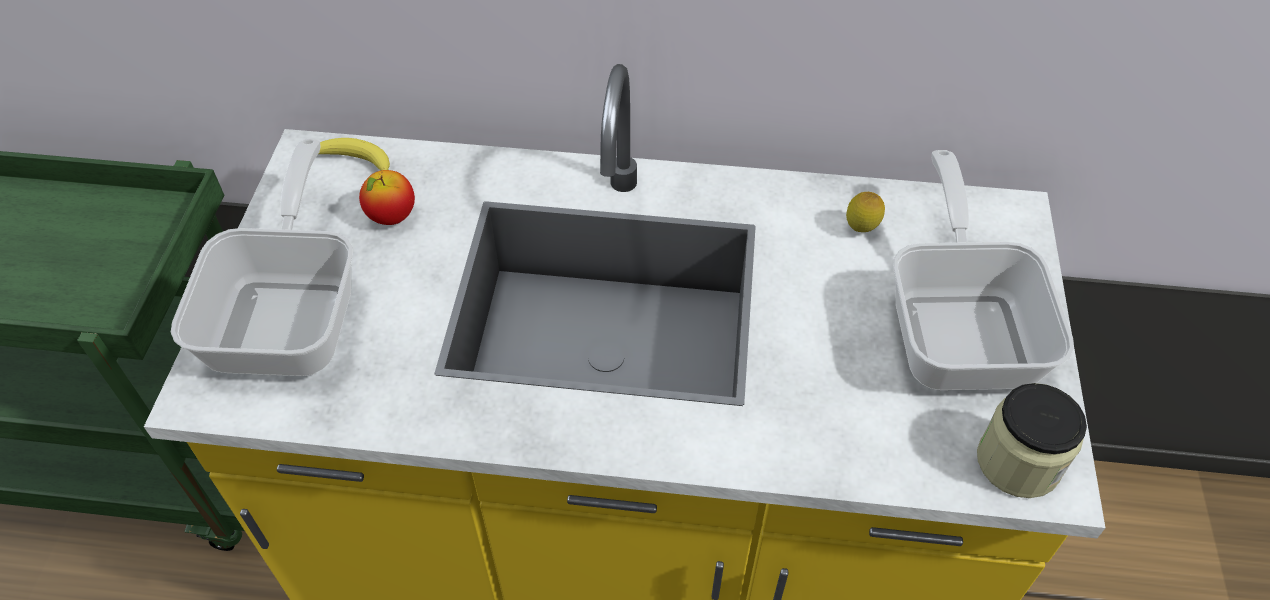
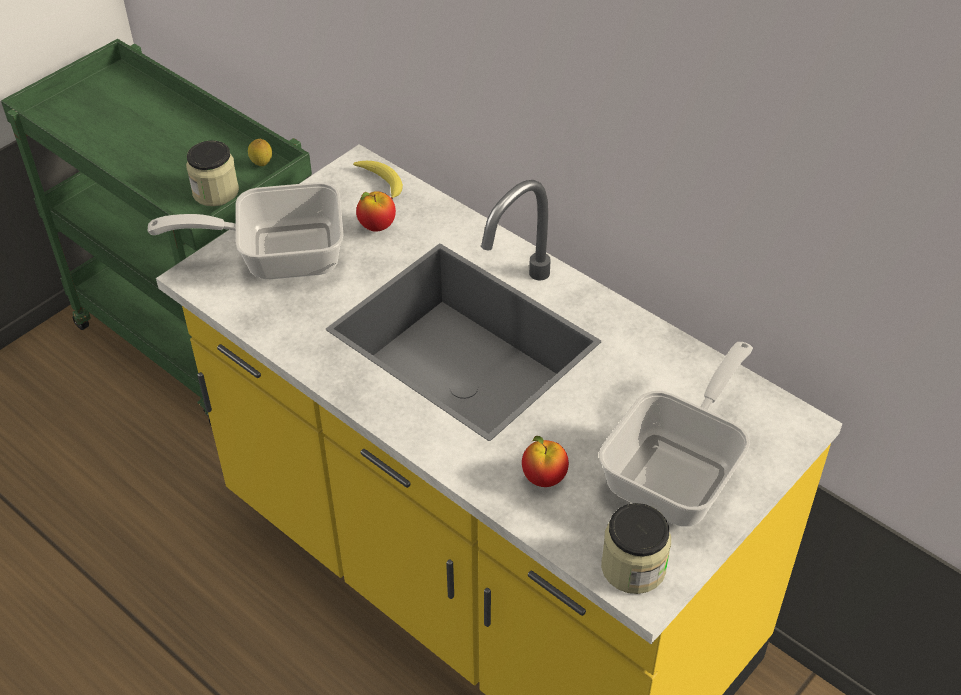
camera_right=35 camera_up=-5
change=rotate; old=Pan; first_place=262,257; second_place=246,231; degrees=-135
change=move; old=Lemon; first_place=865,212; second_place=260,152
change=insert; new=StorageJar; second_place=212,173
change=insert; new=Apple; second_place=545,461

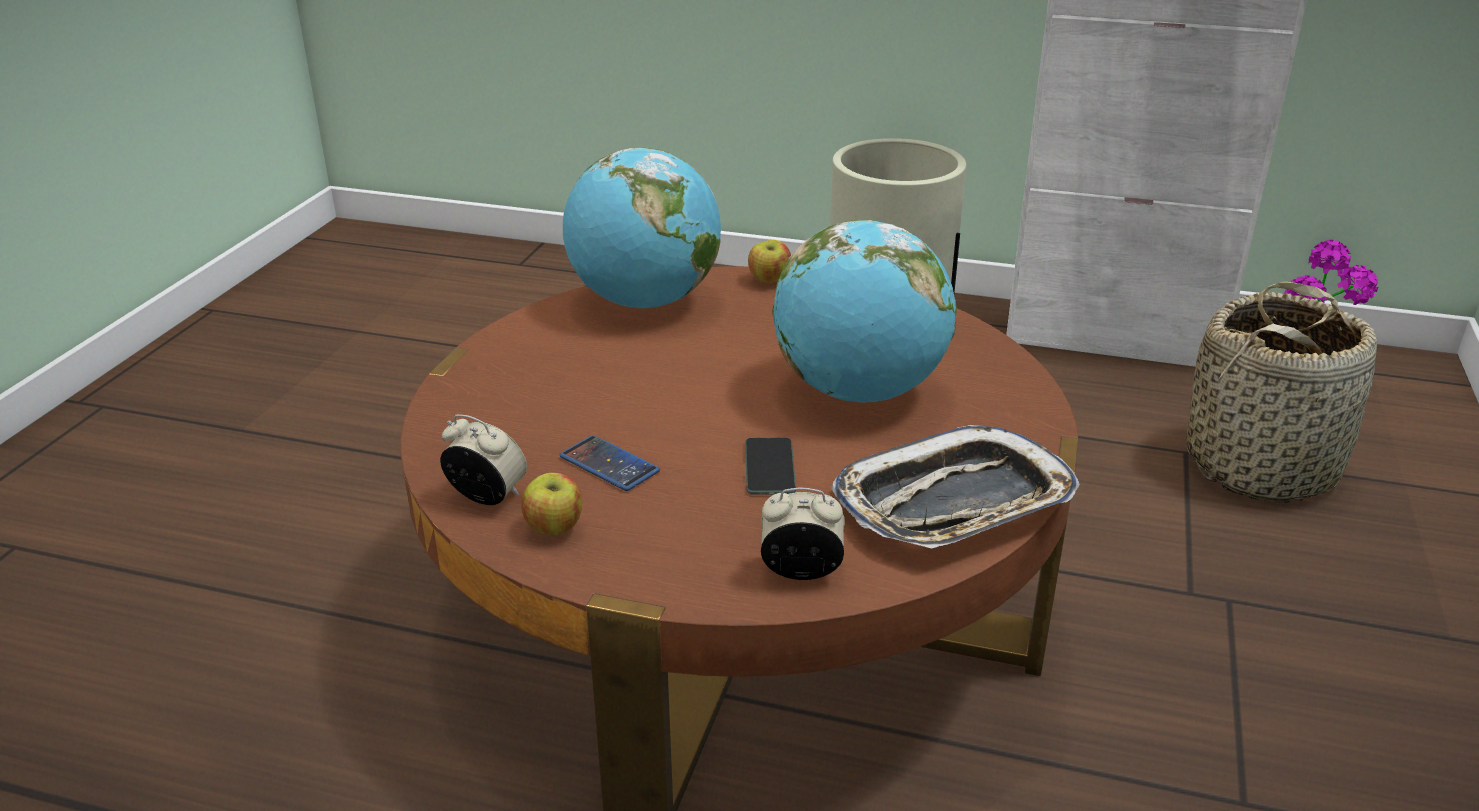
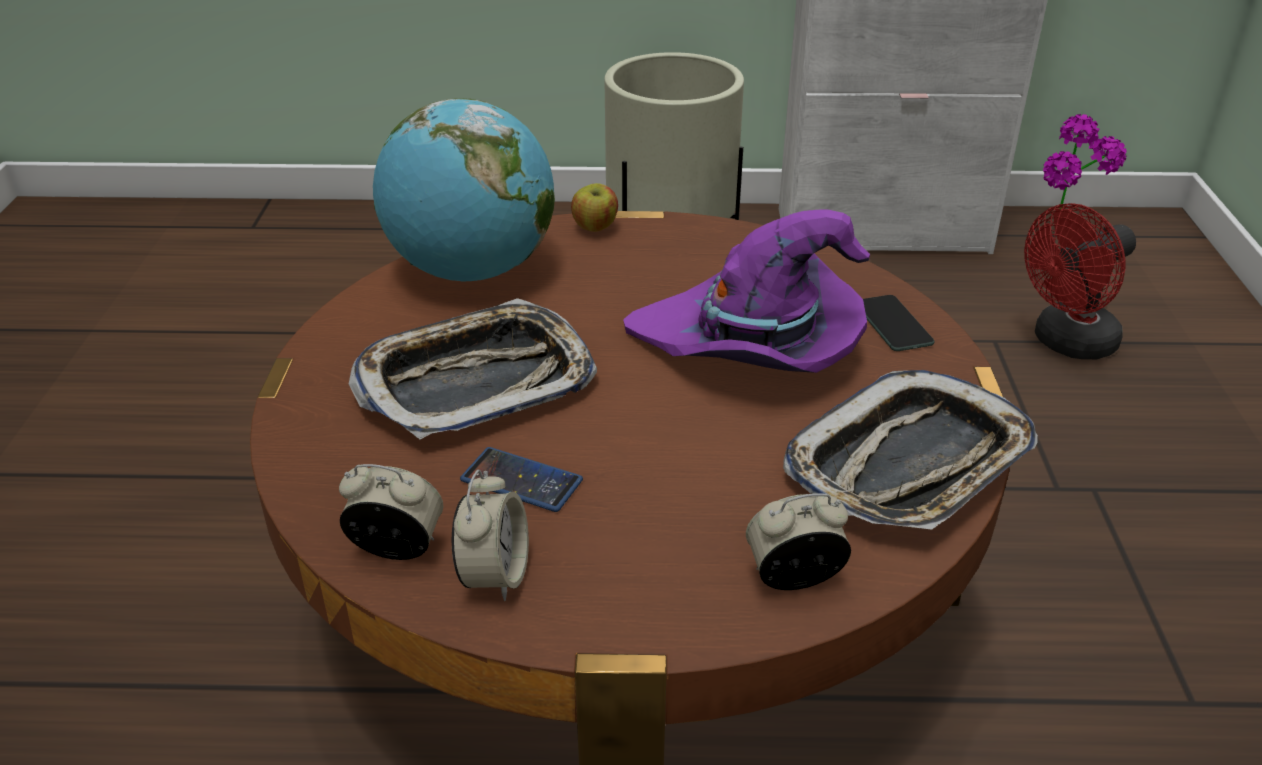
camera_right=-15 camera_up=5
change=replace; old=DeskGlobe; new=PurplishHat; first_place=865,311; second_place=746,291
change=replace; old=Basket; new=ReddishFan; first_place=1281,392; second_place=1080,281
change=move; old=Telephone; first_place=770,466; second_place=898,323
change=replace; old=Apple; new=BedsideClock; first_place=551,504; second_place=490,535
change=insert; new=CarryingTray; second_place=473,368

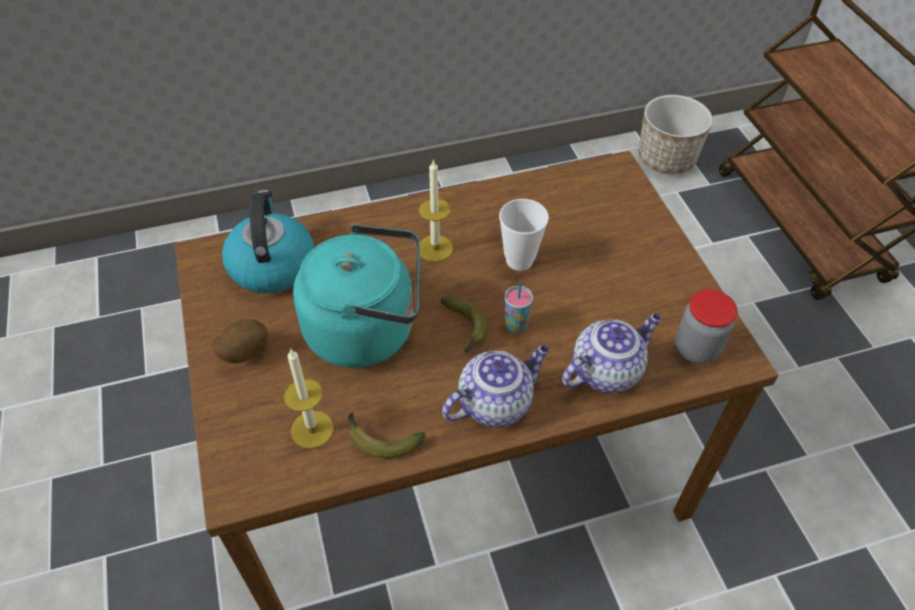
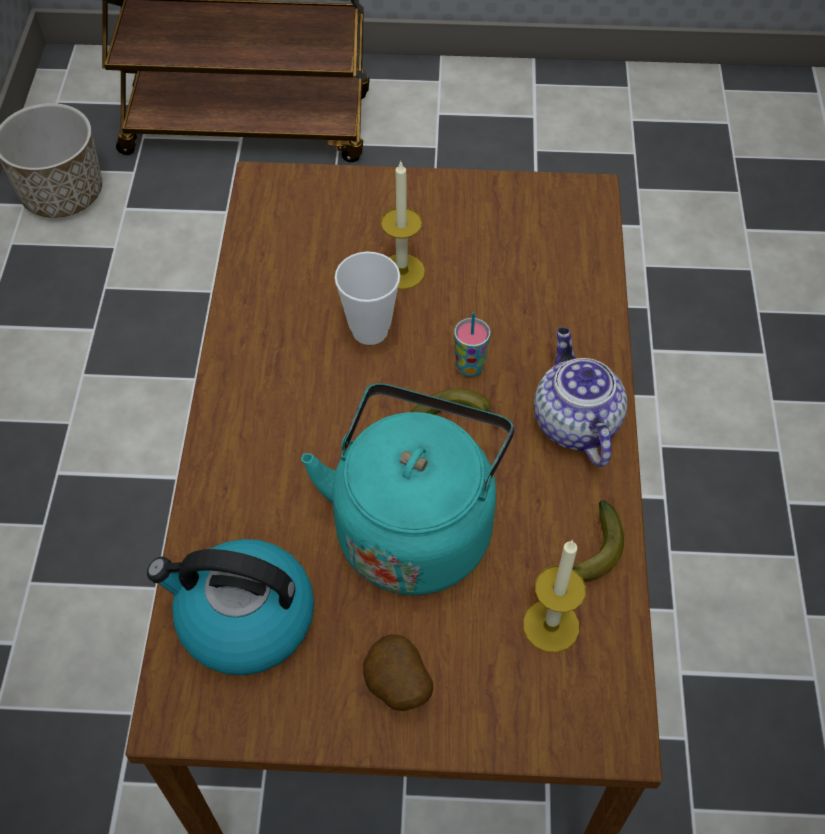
camera_right=-70 camera_up=5
change=move; old=WaxLight; first_place=435,210; second_place=403,225
change=delete; old=StorageJar; first_place=706,326
change=delete; old=TeaPot; first_place=612,353

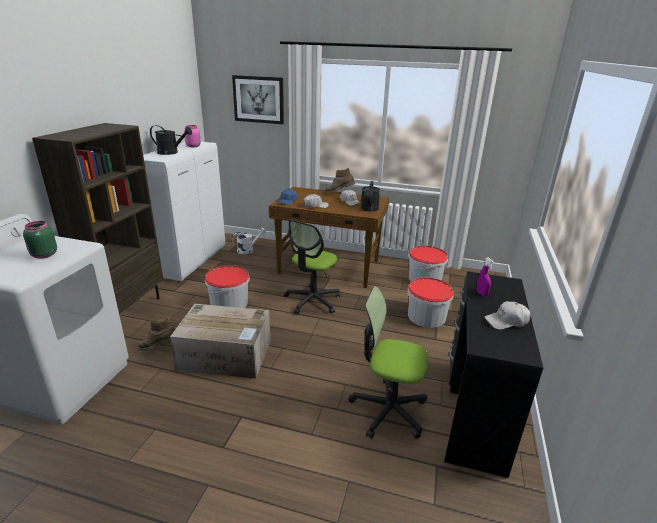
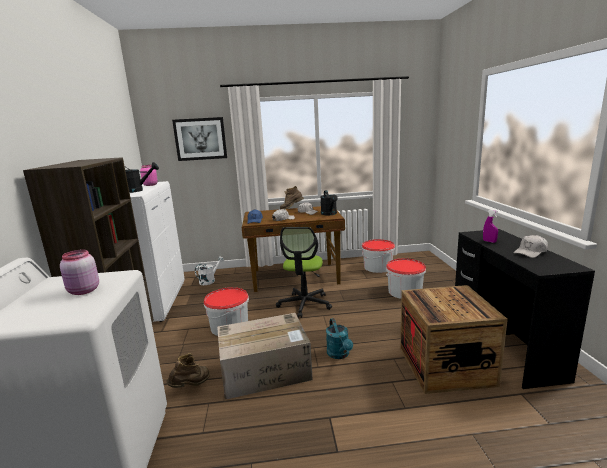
camera_right=-20 camera_up=-10
change=recolor; old=GreenishStorageJar; new=PinkStorageJar; first_place=40,240; second_place=79,272
change=replace; old=OfficeChair; new=ShippingCrate; first_place=388,362; second_place=454,339
change=rotate; old=BrownColouredTallBoot; first_place=156,334; second_place=188,370; degrees=150
change=insert; new=BlueGreenWateringPot; second_place=339,338

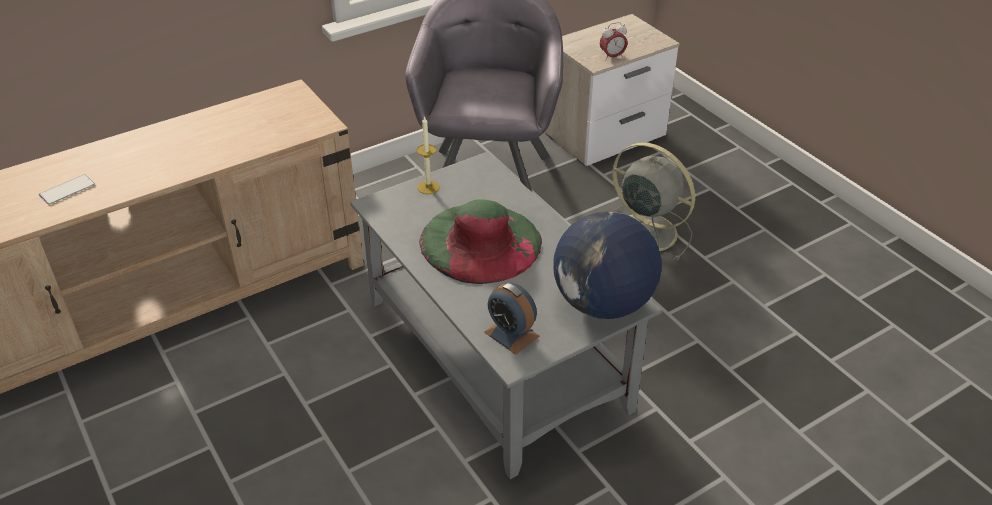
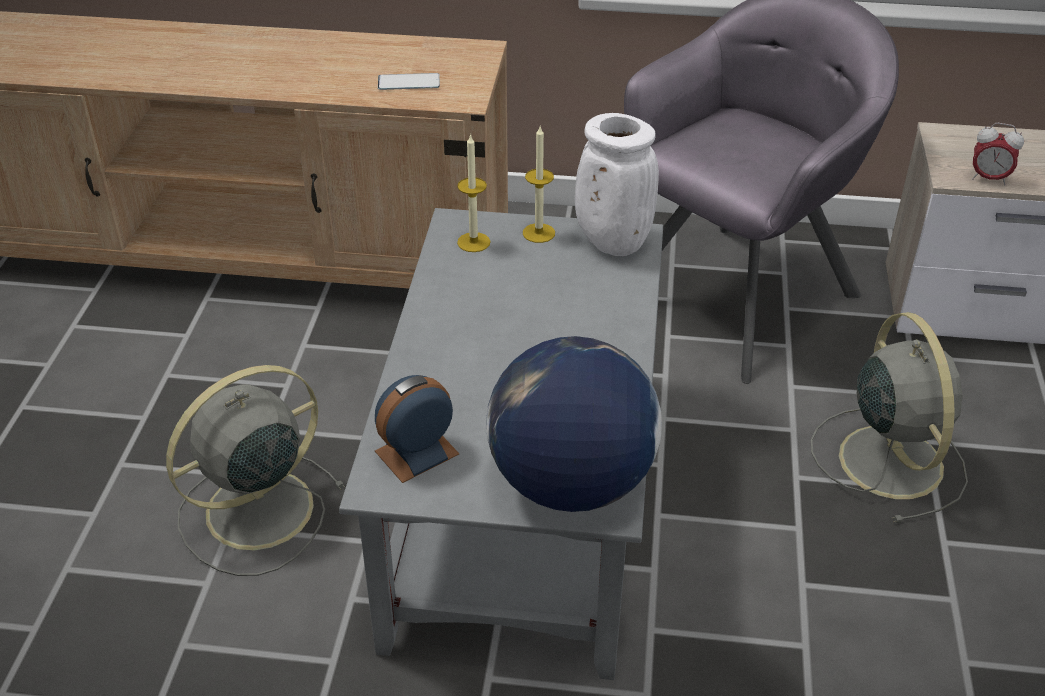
camera_right=40 camera_up=0
change=move; old=Telephone; first_place=67,189; second_place=409,81
change=delete; old=GreenishHat; first_place=480,241
change=rotate; old=BedsideClock; first_place=512,319; second_place=417,429; degrees=60
change=insert; new=WhiteDecorativeVase; second_place=617,184
change=insert; new=WaxLight; second_place=474,193
change=insert; new=GreyFan; second_place=255,470

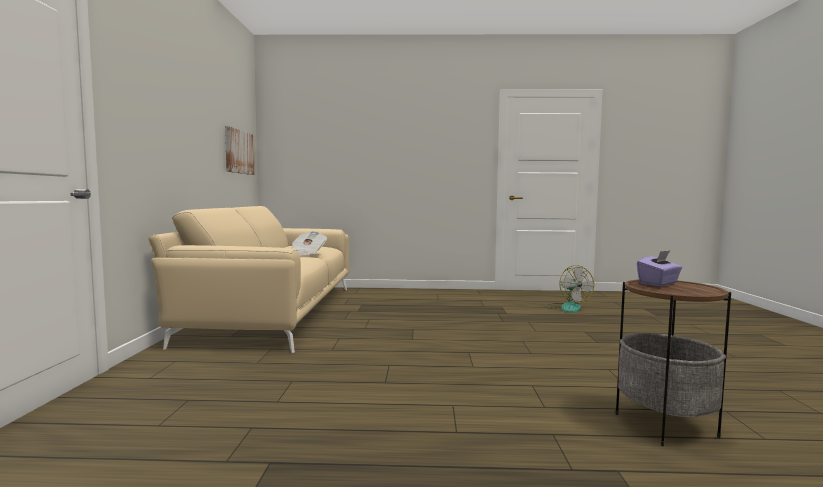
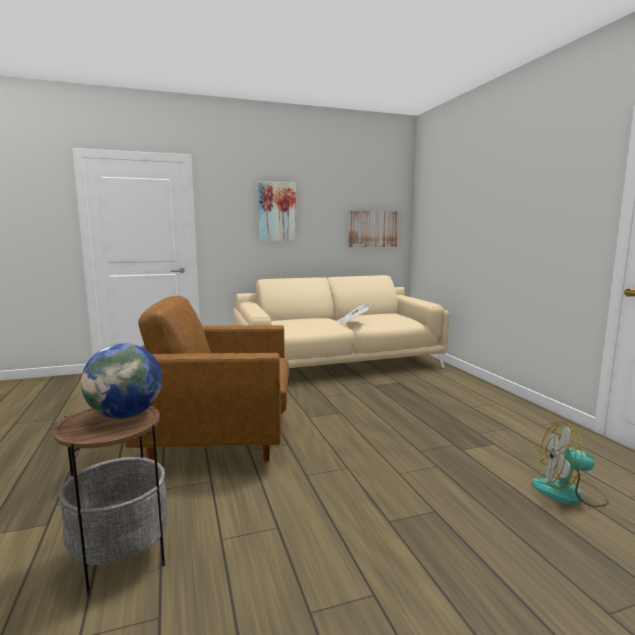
camera_right=70 camera_up=5
change=replace; old=PurplishTissueBox; new=DeskGlobe; first_place=659,268; second_place=121,381
change=rotate; old=Fan; first_place=569,289; second_place=570,464; degrees=45
change=insert; new=WallPicture; second_place=277,211
change=insert; new=BrownColouredLoungeChair; second_place=207,379

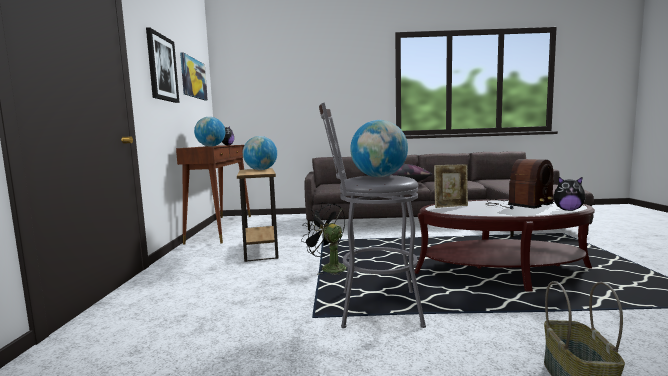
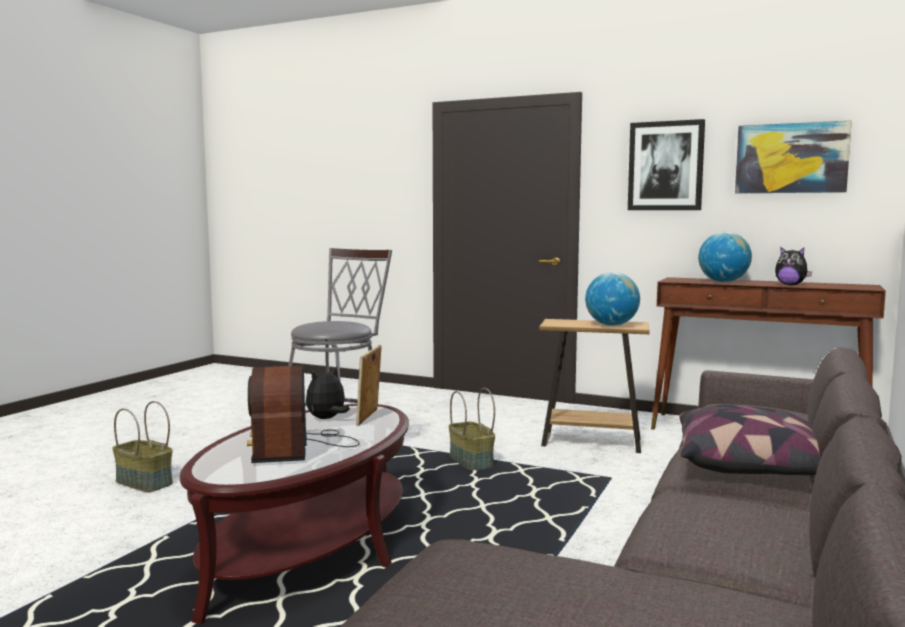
camera_right=115 camera_up=0
change=delete; old=DeskGlobe; first_place=379,148
change=move; old=PlushToy; first_place=570,194; second_place=328,392
change=replace; old=BlackFan; new=Basket; first_place=324,238; second_place=472,429

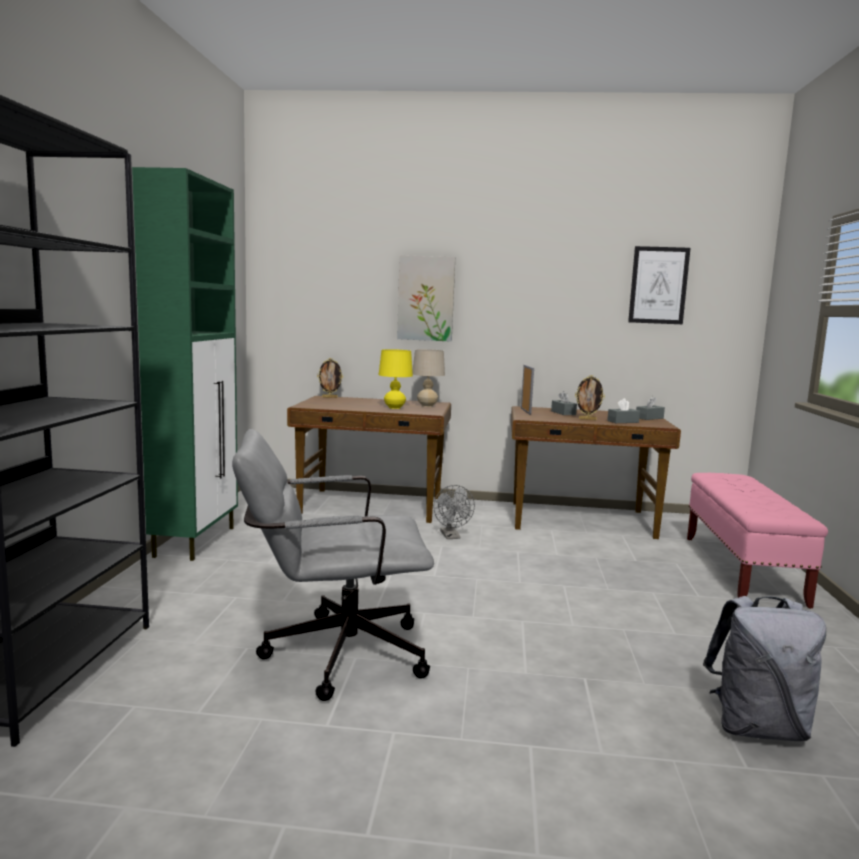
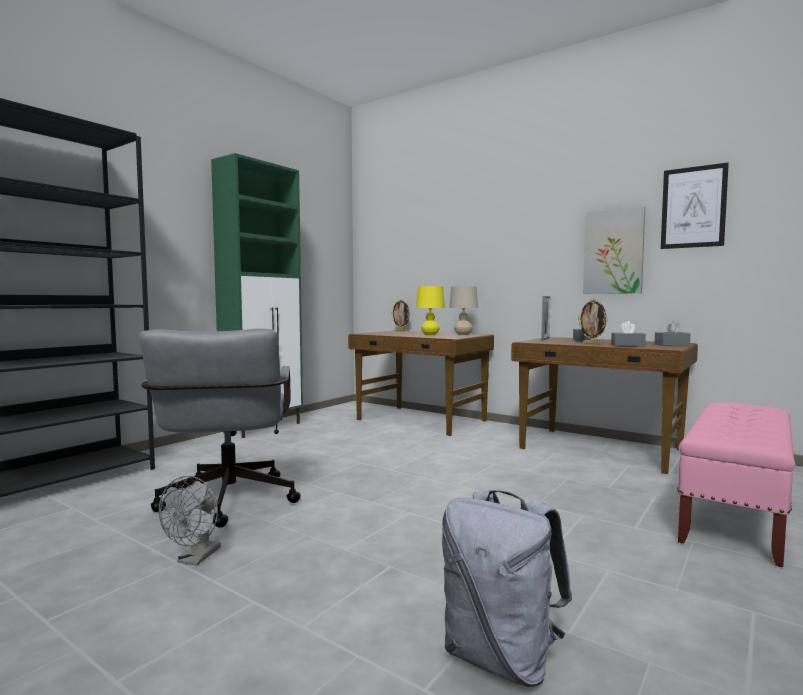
camera_right=30 camera_up=-5
change=move; old=WallPicture; first_place=426,298; second_place=614,250
change=rotate; old=GreyOfficeChair; first_place=333,565; second_place=220,428; degrees=-120
change=move; old=GreyFan; first_place=454,512; second_place=190,521

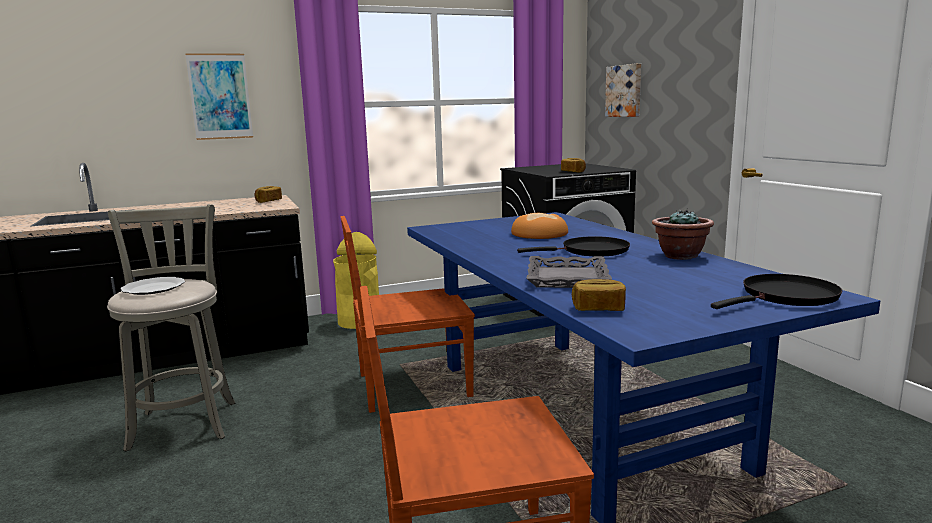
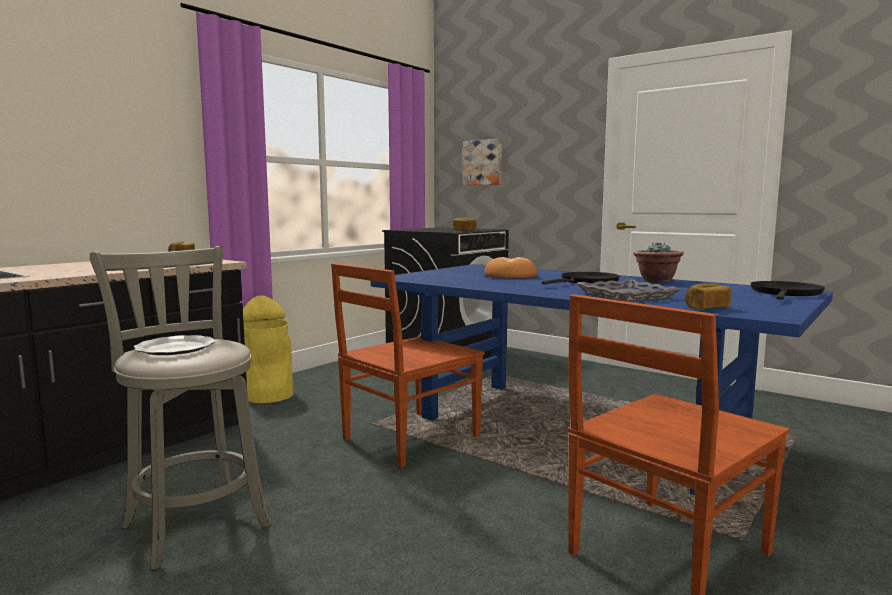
camera_right=-30 camera_up=-5
change=delete; old=WallPicture; first_place=219,96

